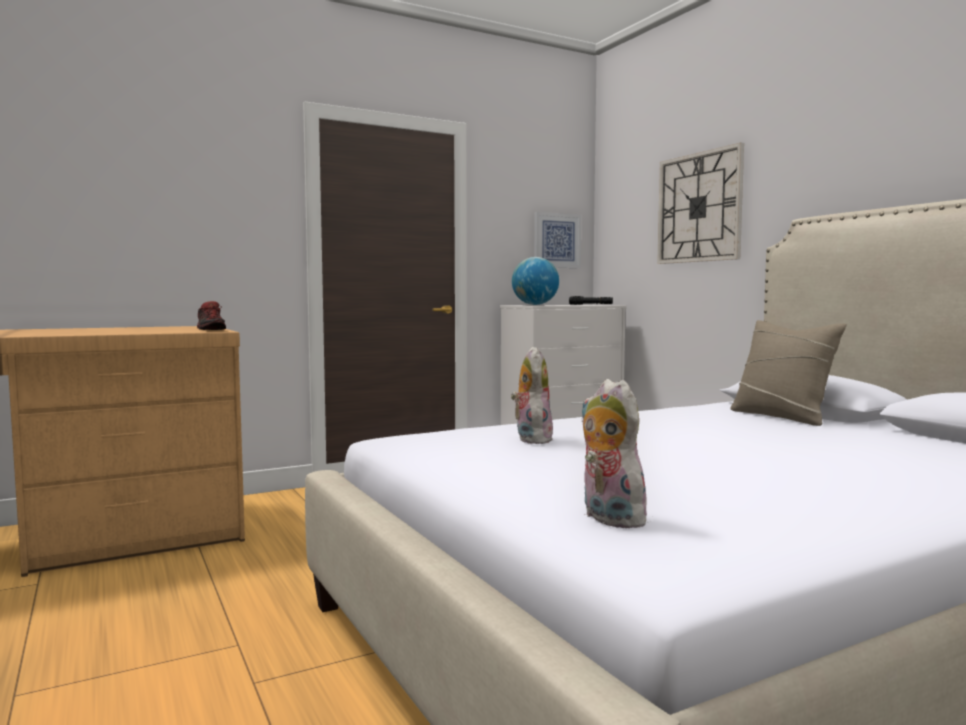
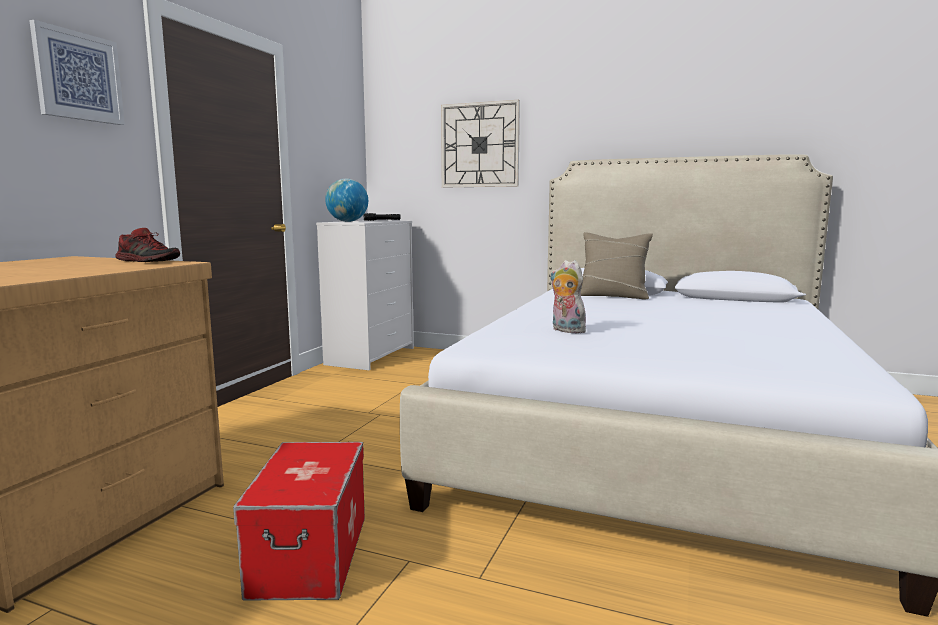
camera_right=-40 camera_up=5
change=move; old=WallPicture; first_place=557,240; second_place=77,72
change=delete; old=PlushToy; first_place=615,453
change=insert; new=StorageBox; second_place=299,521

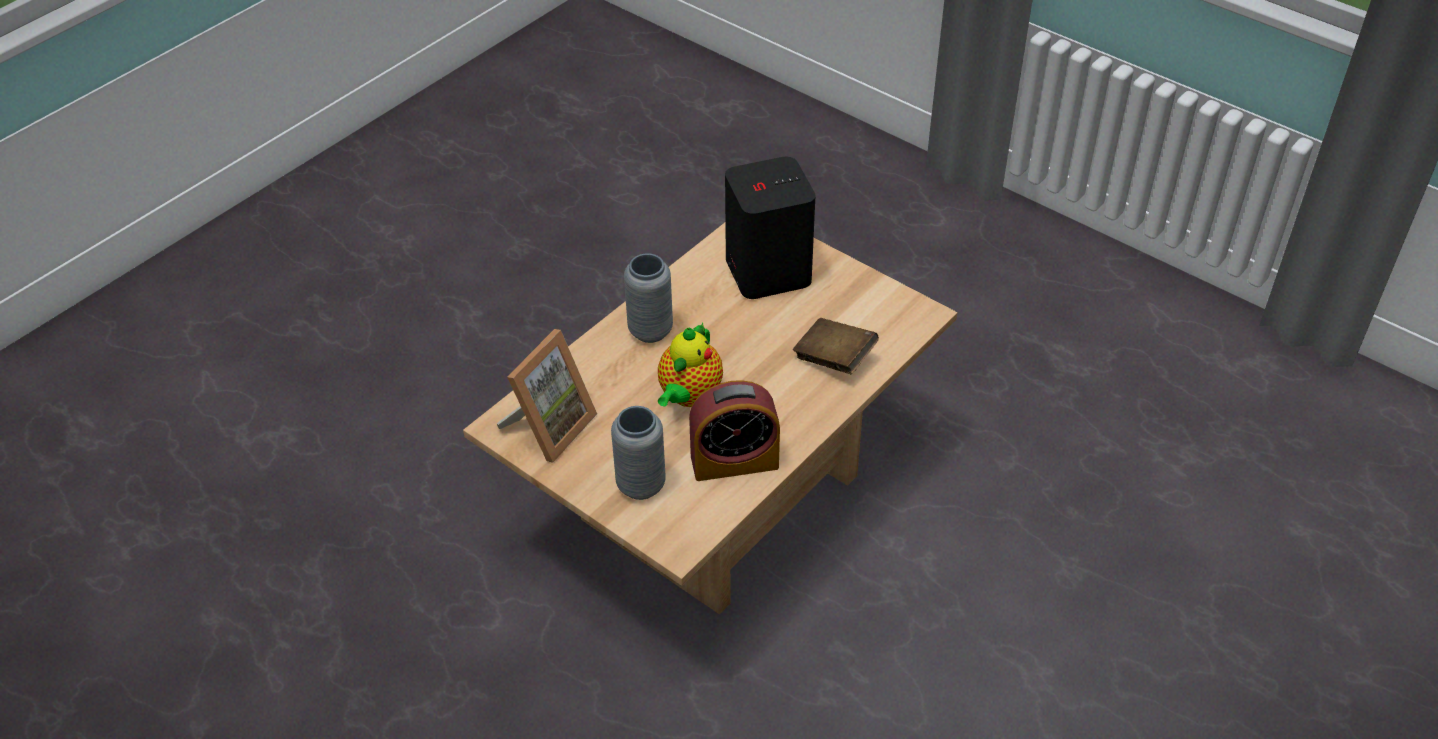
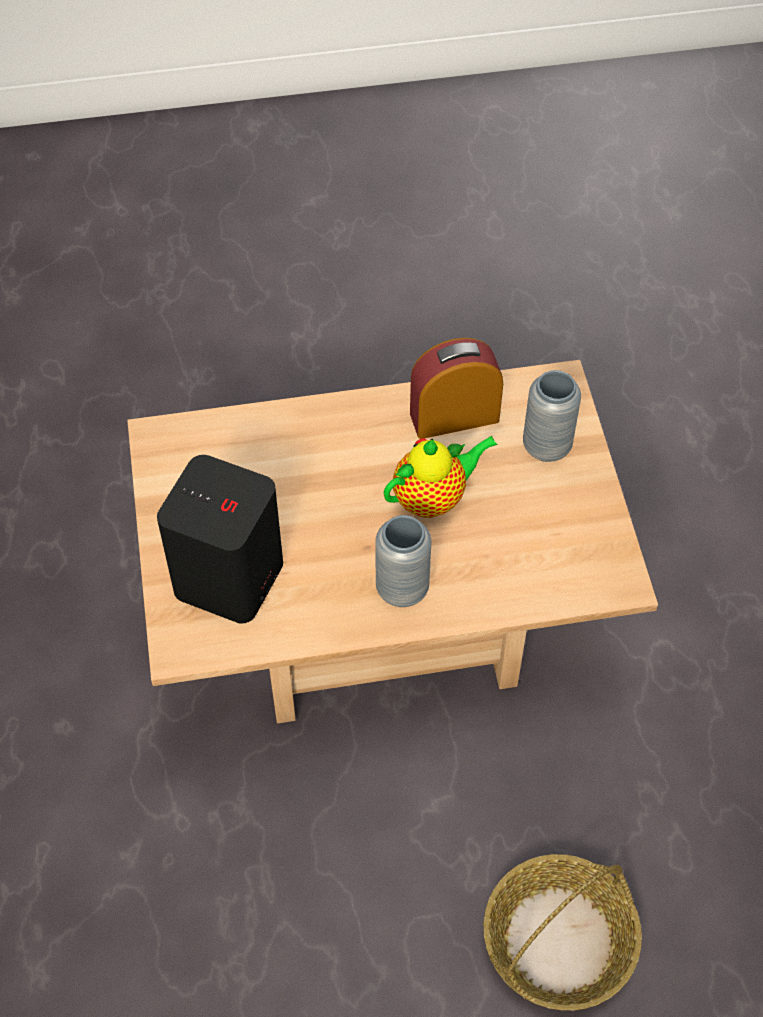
camera_right=-140 camera_up=10
change=delete; old=BrownColouredBook; first_place=836,346
change=delete; old=PictureFrame; first_place=547,396
change=rotate; old=BedsideClock; first_place=734,430; second_place=456,388; degrees=-45
change=insert; new=Basket; second_place=563,932

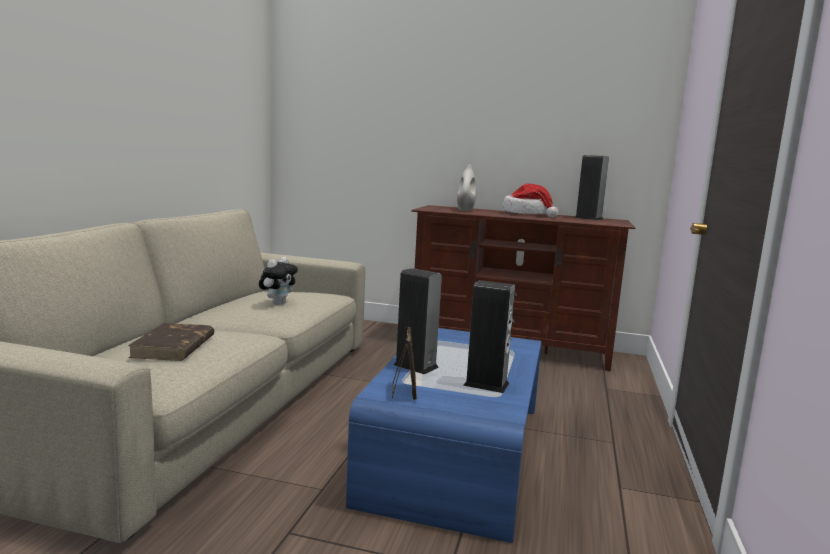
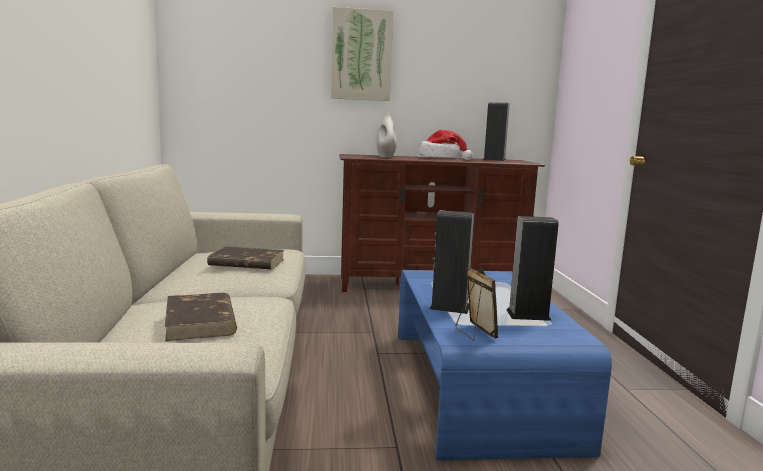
camera_right=-20 camera_up=0
change=replace; old=PlushToy; new=BrownColouredBook; first_place=278,281; second_place=245,258
change=insert; new=WallPicture; second_place=362,54

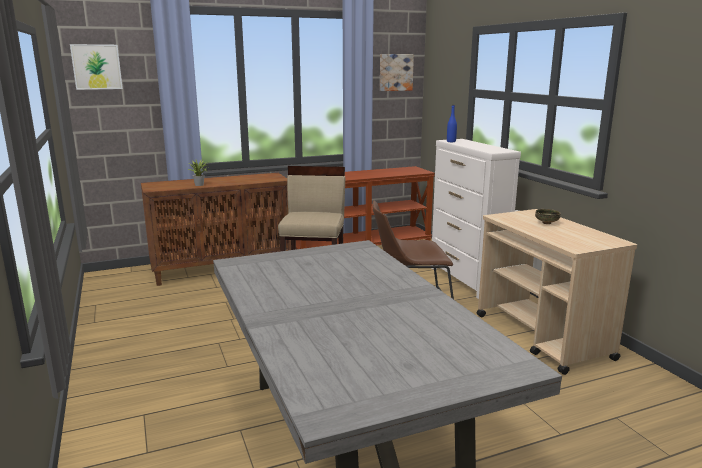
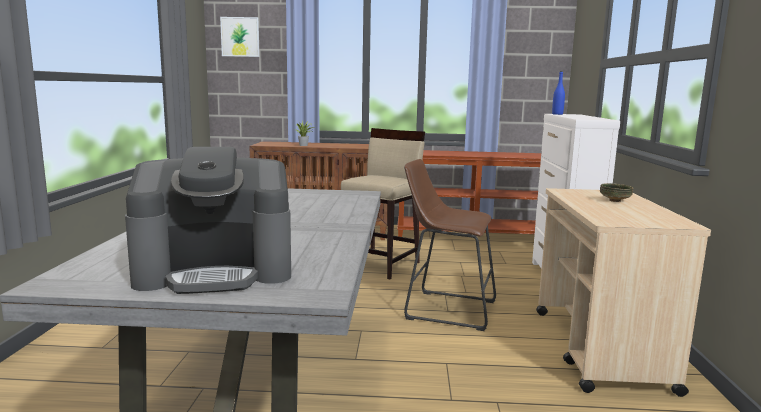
camera_right=25 camera_up=-5
change=delete; old=WallPicture; first_place=397,72
change=insert; new=CoffeeMachine; second_place=208,220

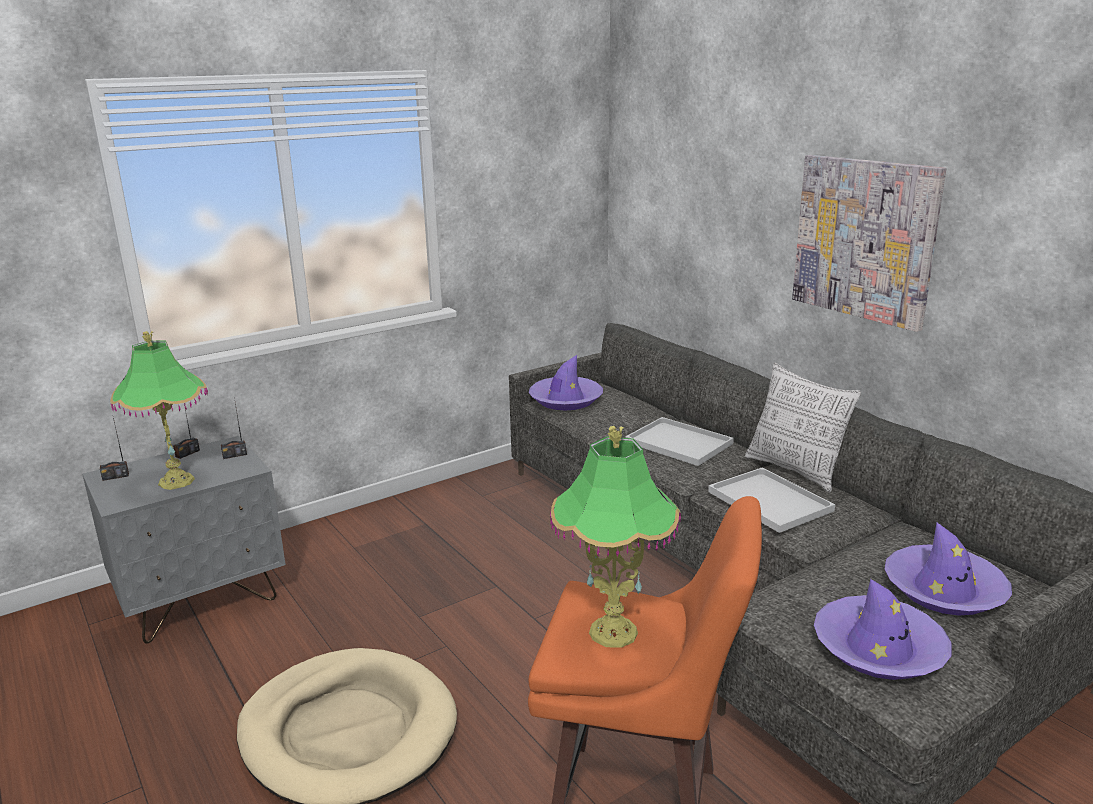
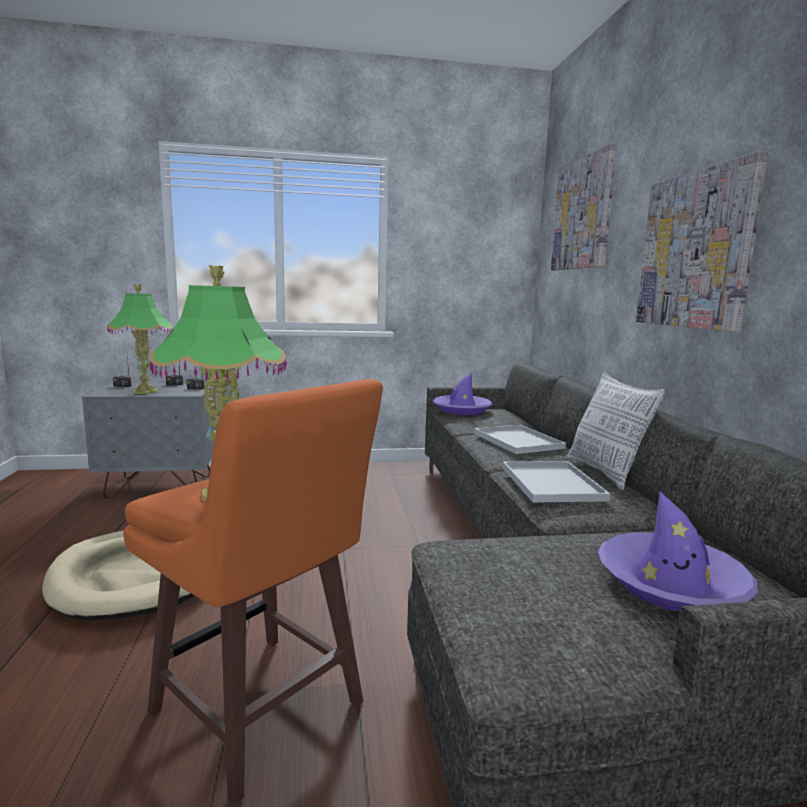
camera_right=25 camera_up=-10
change=delete; old=PurplishHat; first_place=883,629
change=insert; new=WallPicture; second_place=584,206

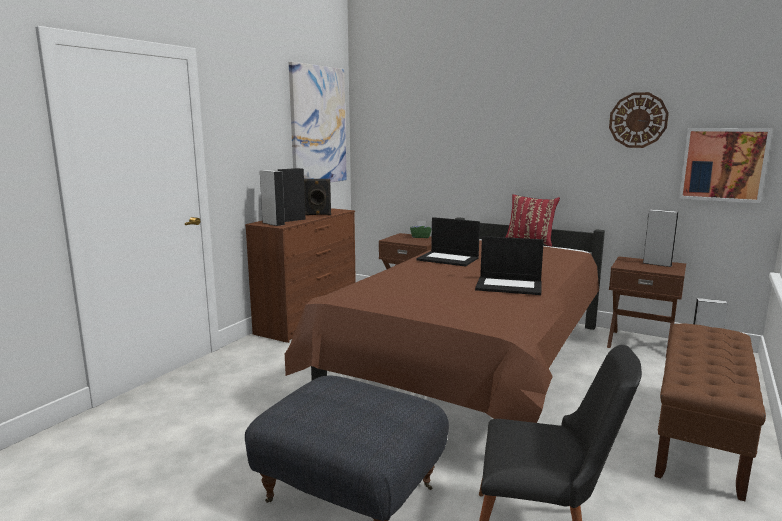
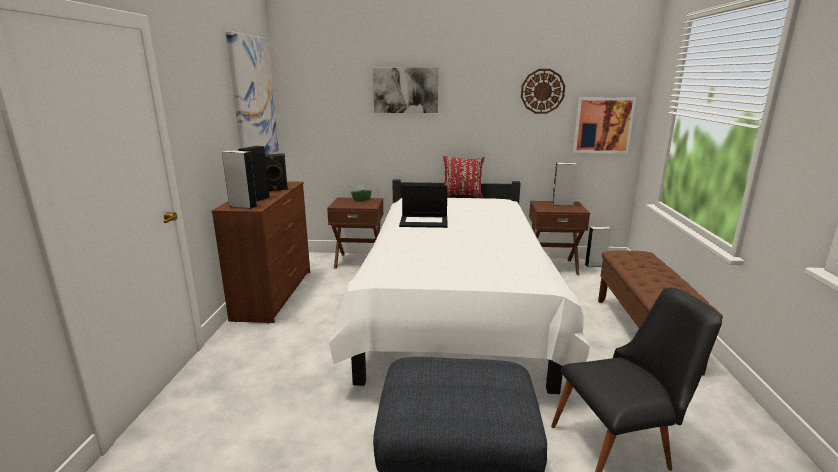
camera_right=-25 camera_up=5
change=recolor; old=BrownColouredSleepingBed; new=WhiteSleepingBed; first_place=445,320; second_place=459,286
change=delete; old=PortableComputer; first_place=509,265
change=insert; new=WallPicture; second_place=405,90

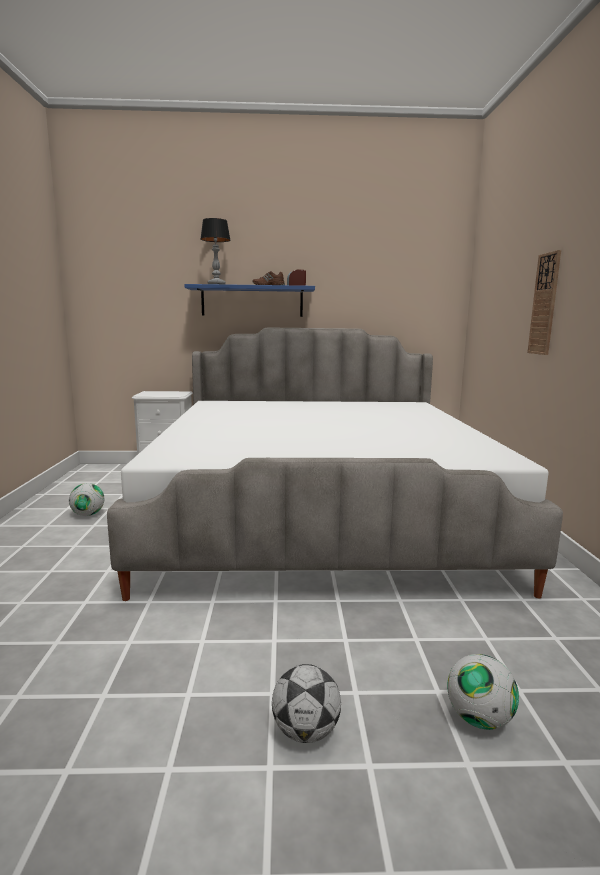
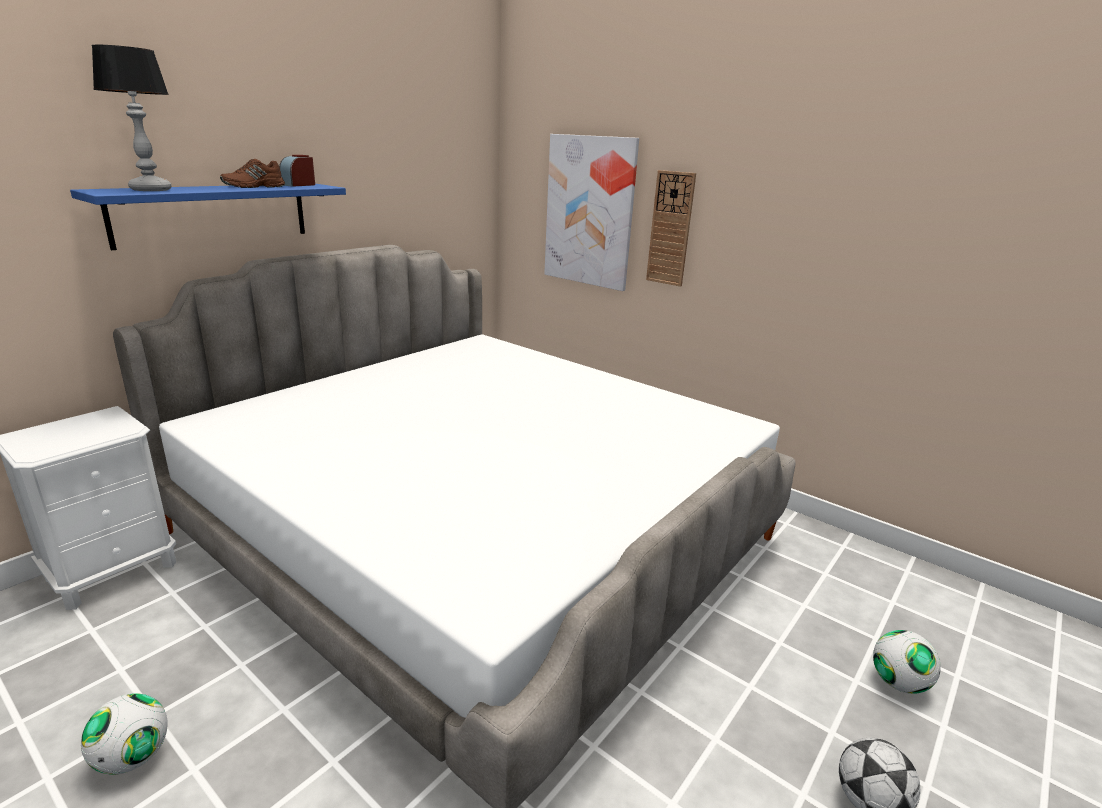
camera_right=-50 camera_up=10
change=insert; new=WallPicture; second_place=591,212

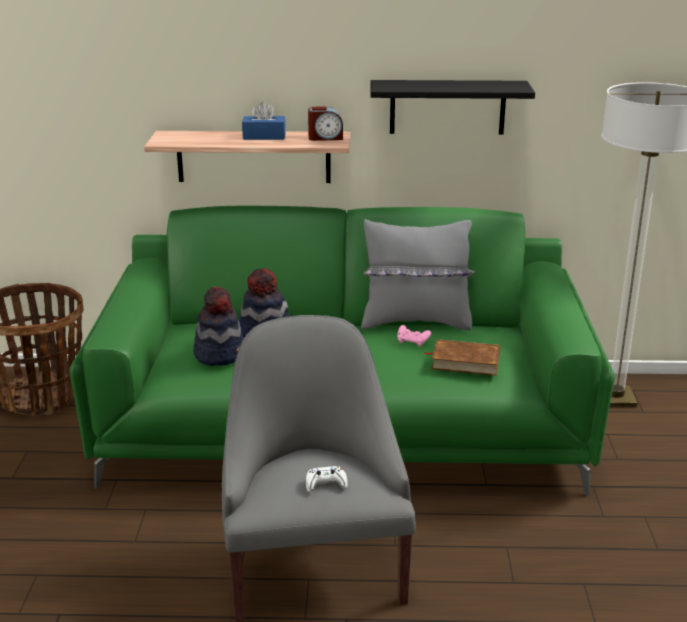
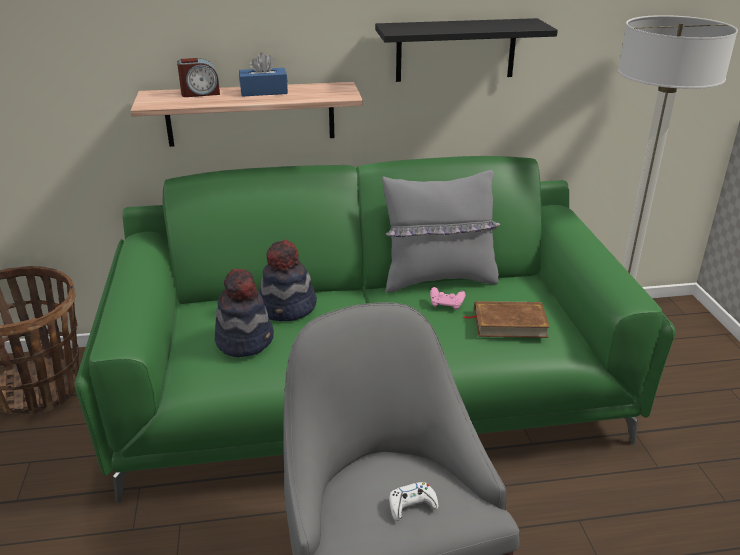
camera_right=-10 camera_up=5
change=move; old=BedsideClock; first_place=325,123; second_place=198,77

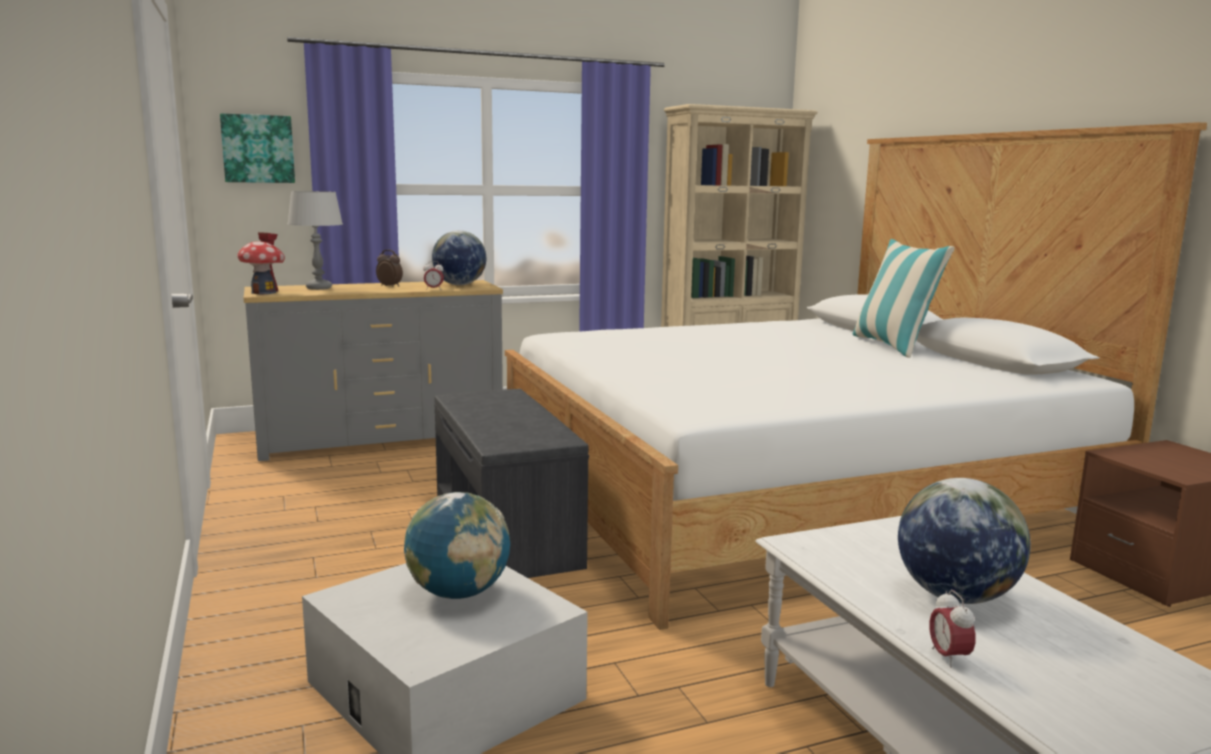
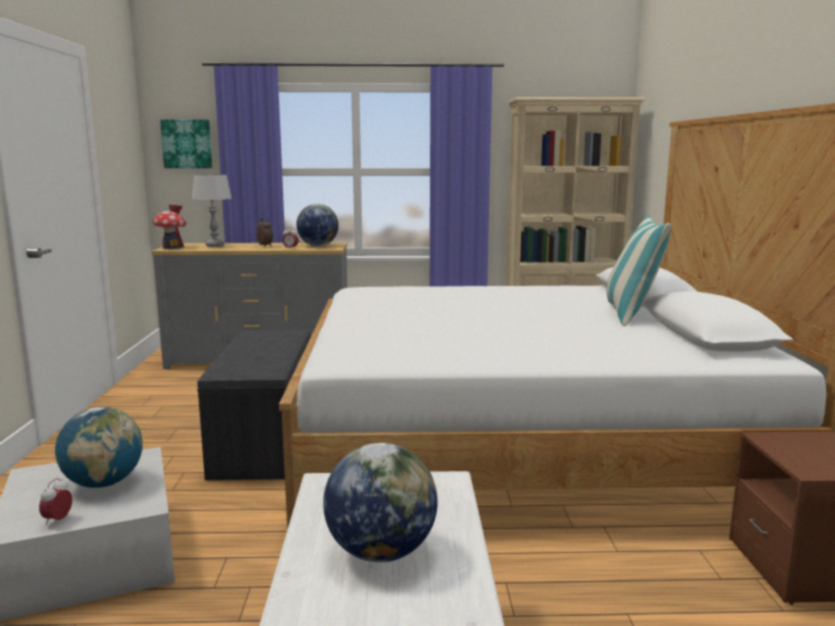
camera_right=20 camera_up=0
change=move; old=BedsideClock; first_place=952,629; second_place=55,502

